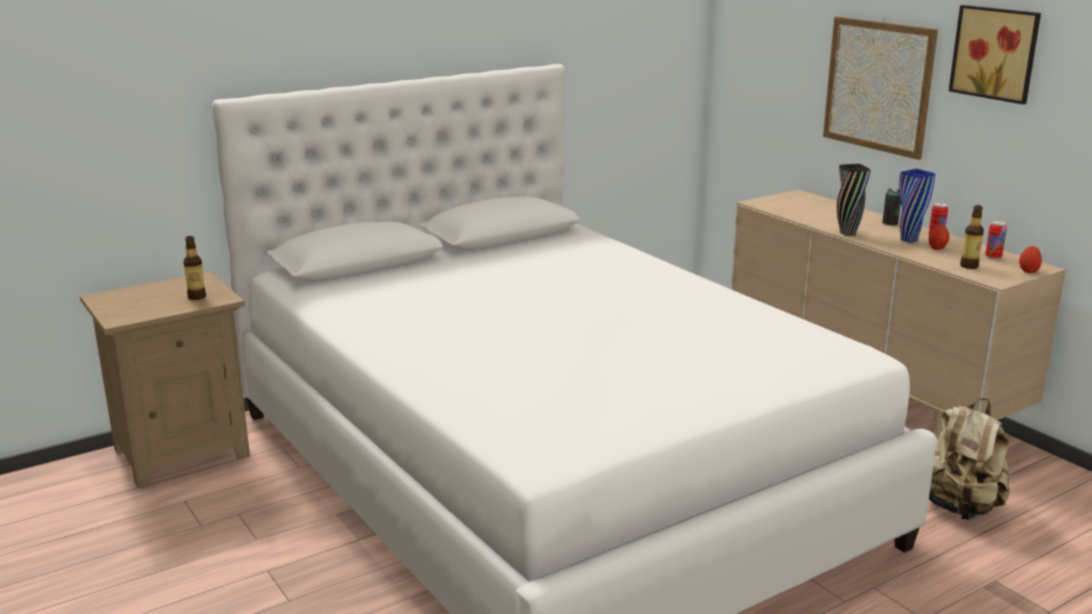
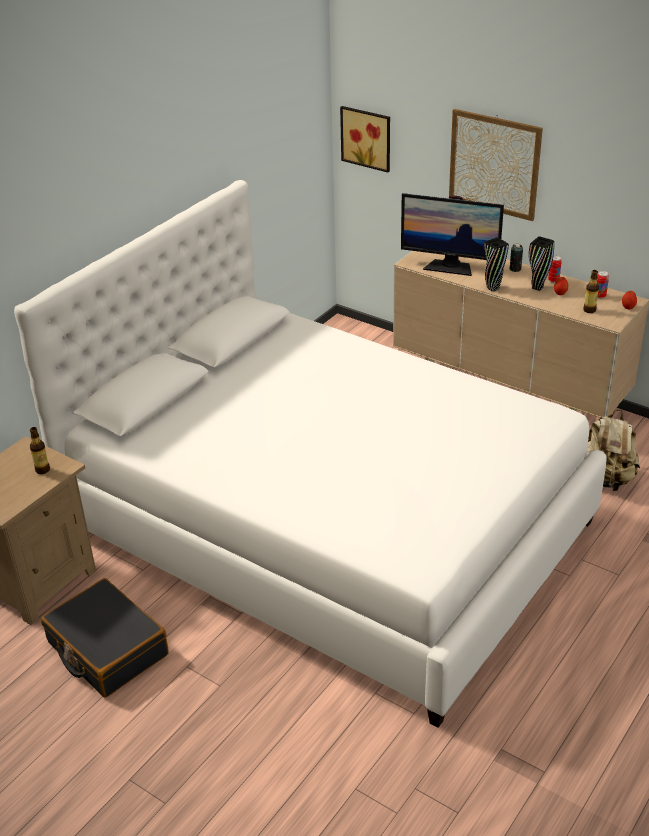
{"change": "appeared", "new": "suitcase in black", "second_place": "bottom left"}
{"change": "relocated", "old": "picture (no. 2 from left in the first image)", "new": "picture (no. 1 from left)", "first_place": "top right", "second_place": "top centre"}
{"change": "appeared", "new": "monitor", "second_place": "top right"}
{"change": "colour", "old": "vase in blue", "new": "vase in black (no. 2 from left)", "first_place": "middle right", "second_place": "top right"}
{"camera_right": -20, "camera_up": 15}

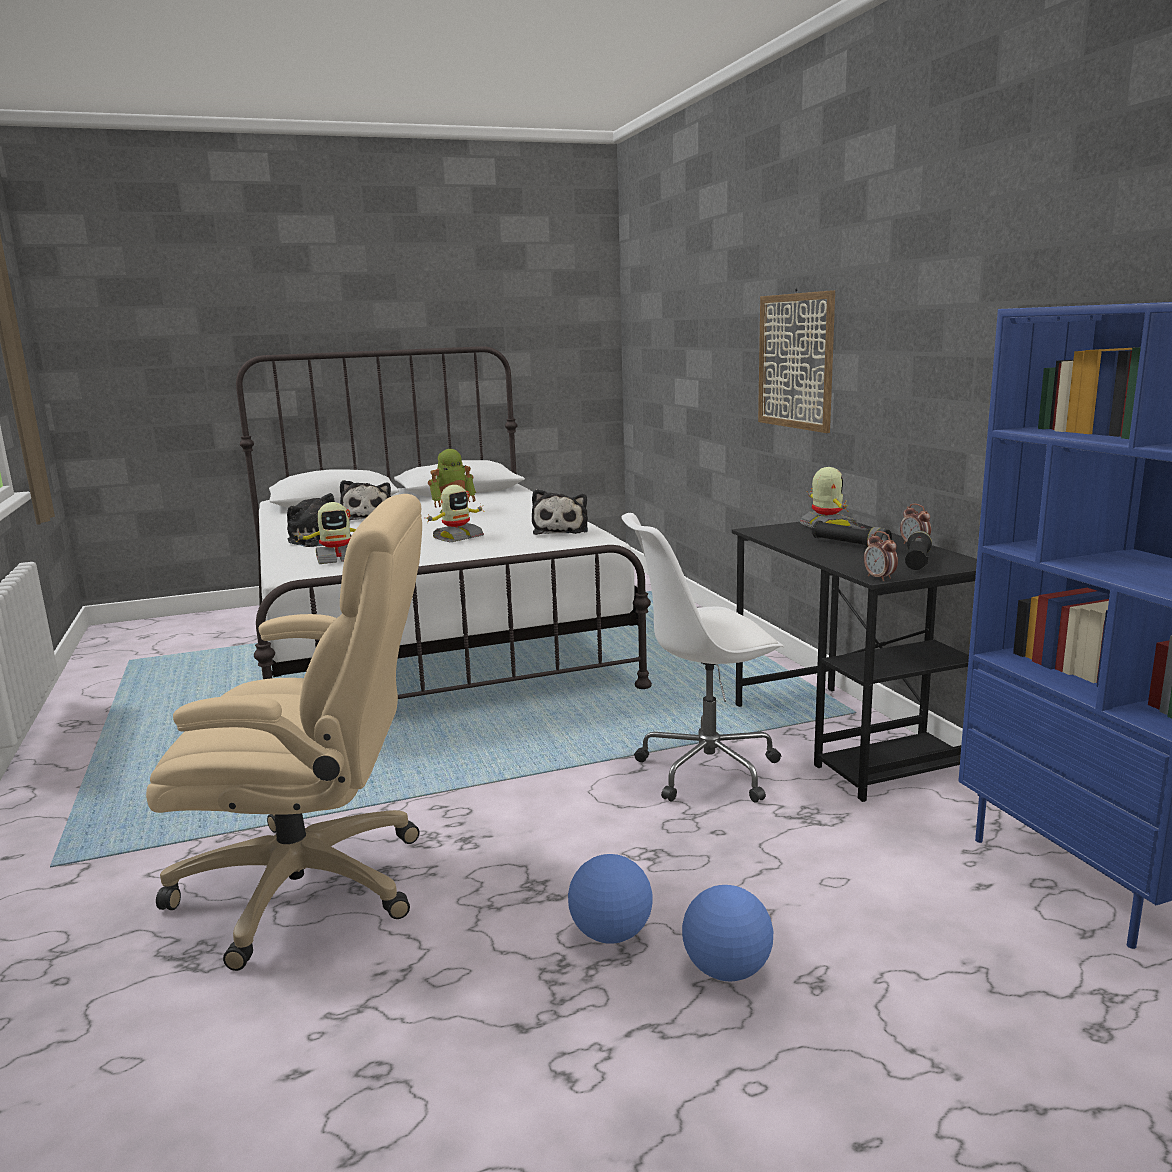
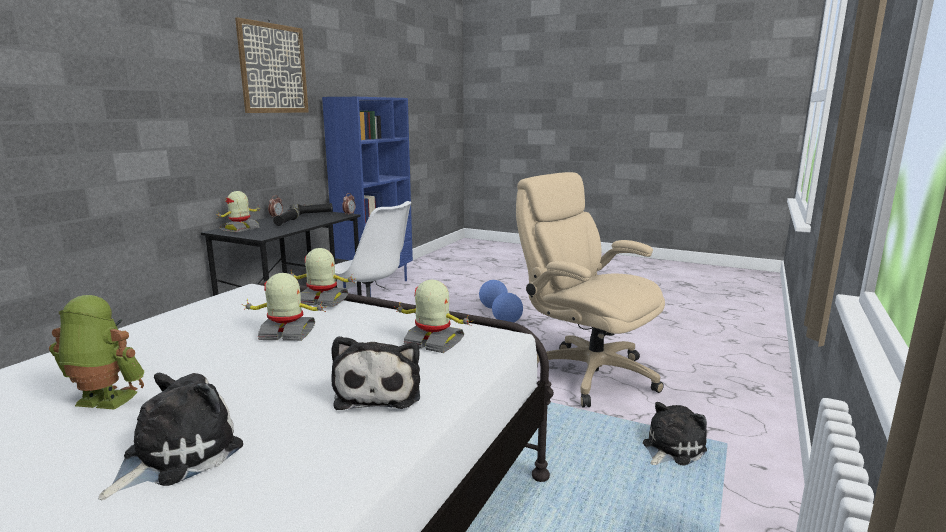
{"change": "relocated", "old": "picture", "first_place": "top right", "second_place": "top left"}
{"change": "appeared", "new": "toy robot (no. 4 from left)", "second_place": "centre"}
{"change": "relocated", "old": "plush toy (no. 3 from left)", "first_place": "centre", "second_place": "bottom right"}
{"camera_right": -135, "camera_up": 0}

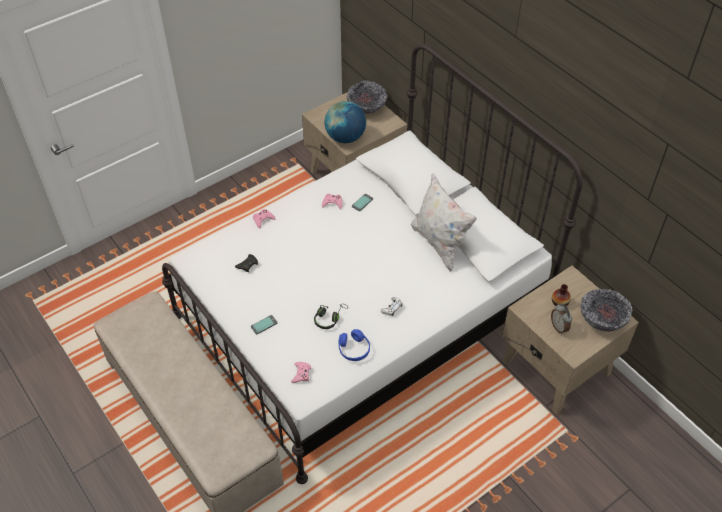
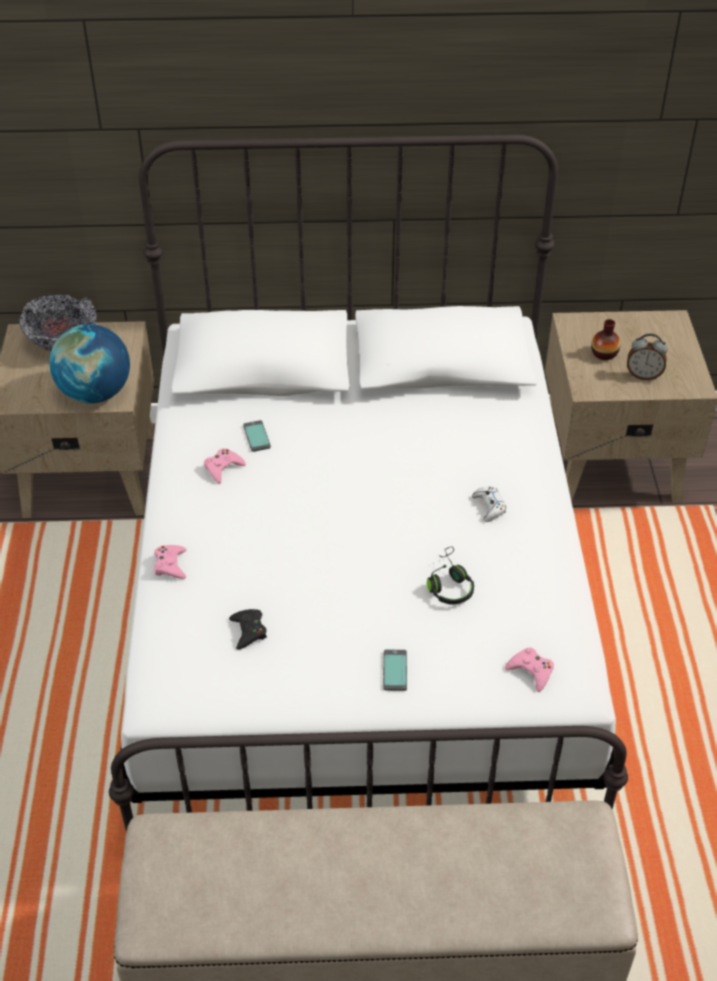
{"change": "missing", "old": "headphones in blue", "first_place": "bottom centre"}
{"change": "missing", "old": "pillow in white", "first_place": "centre"}
{"change": "missing", "old": "bowl (no. 2 from left)", "first_place": "middle right"}
{"camera_right": -55, "camera_up": -5}

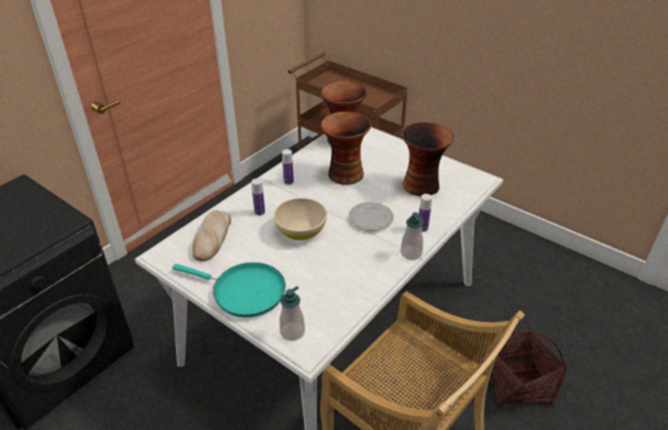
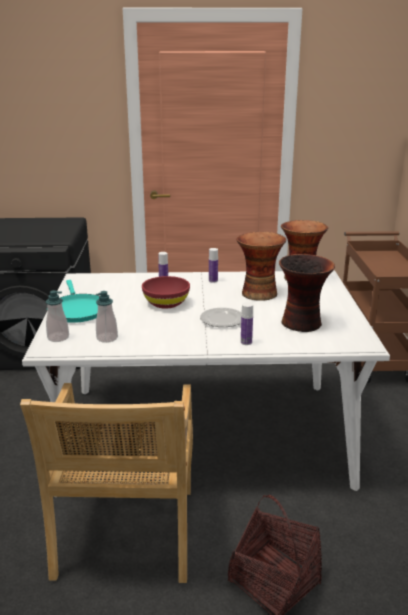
{"change": "relocated", "old": "soap dispenser (no. 2 from left)", "first_place": "centre", "second_place": "middle left"}
{"change": "colour", "old": "bowl in beige", "new": "bowl in red", "first_place": "centre", "second_place": "centre"}
{"change": "missing", "old": "bread", "first_place": "middle left"}
{"camera_right": 50, "camera_up": -15}

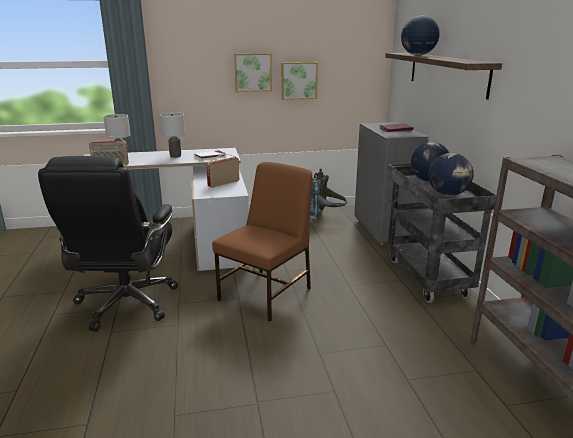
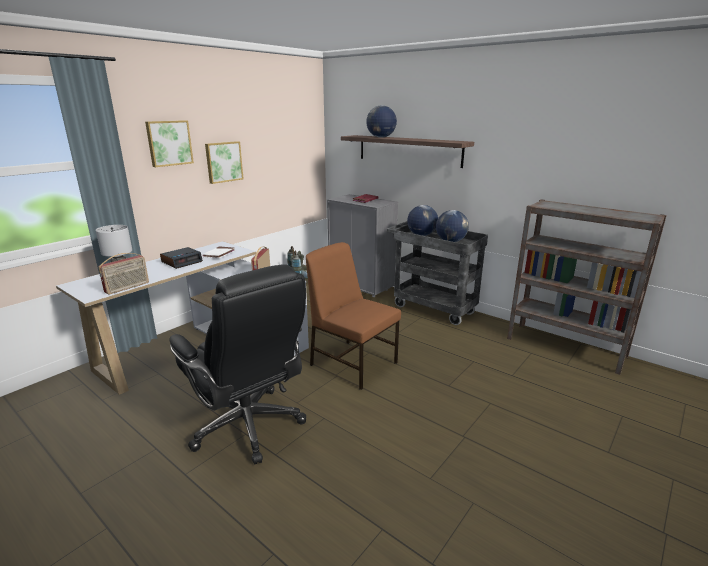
{"change": "relocated", "old": "picture (no. 2 from left in the first image)", "new": "picture (no. 1 from left)", "first_place": "top centre", "second_place": "top left"}
{"change": "exchanged", "old": "table lamp in white (no. 2 from left)", "new": "alarm clock", "first_place": "top left", "second_place": "middle left"}
{"change": "spun", "old": "chair in brown", "first_place": "centre", "second_place": "centre", "degrees": -45}
{"camera_right": -40, "camera_up": 0}

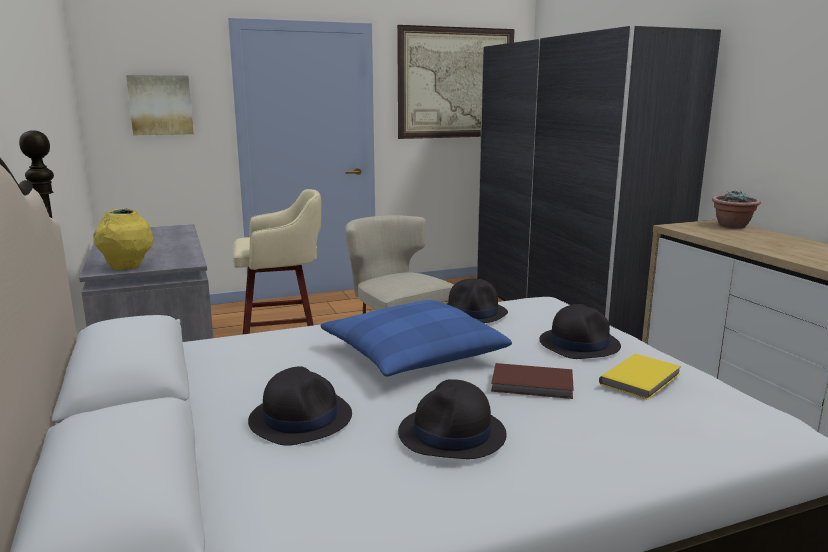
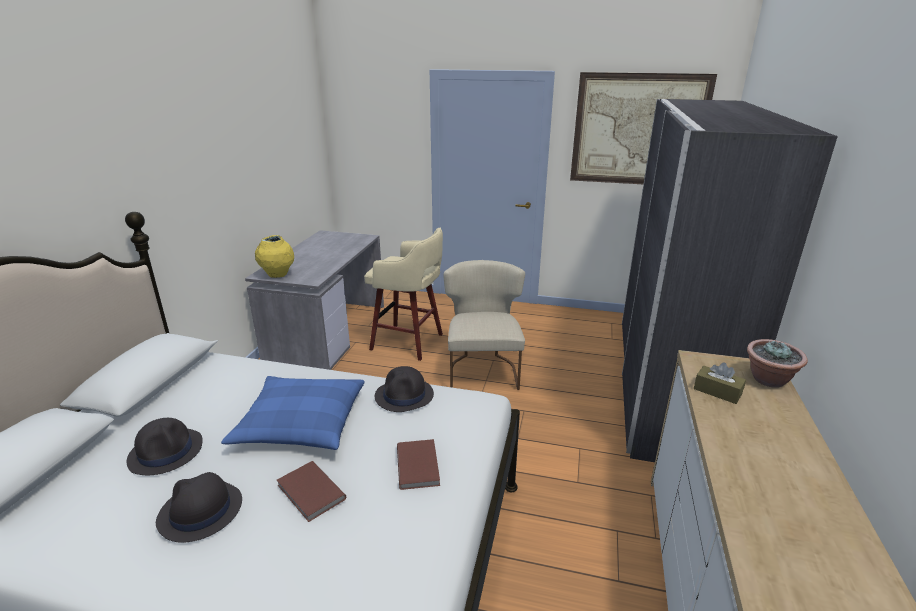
{"change": "exchanged", "old": "hat in black (no. 4 from left)", "new": "book in brown (no. 2 from left)", "first_place": "middle right", "second_place": "bottom centre"}
{"change": "appeared", "new": "tissue box in brown", "second_place": "middle right"}
{"change": "missing", "old": "picture (no. 1 from left)", "first_place": "top left"}
{"change": "missing", "old": "book in yellow", "first_place": "bottom right"}
{"camera_right": 35, "camera_up": 10}

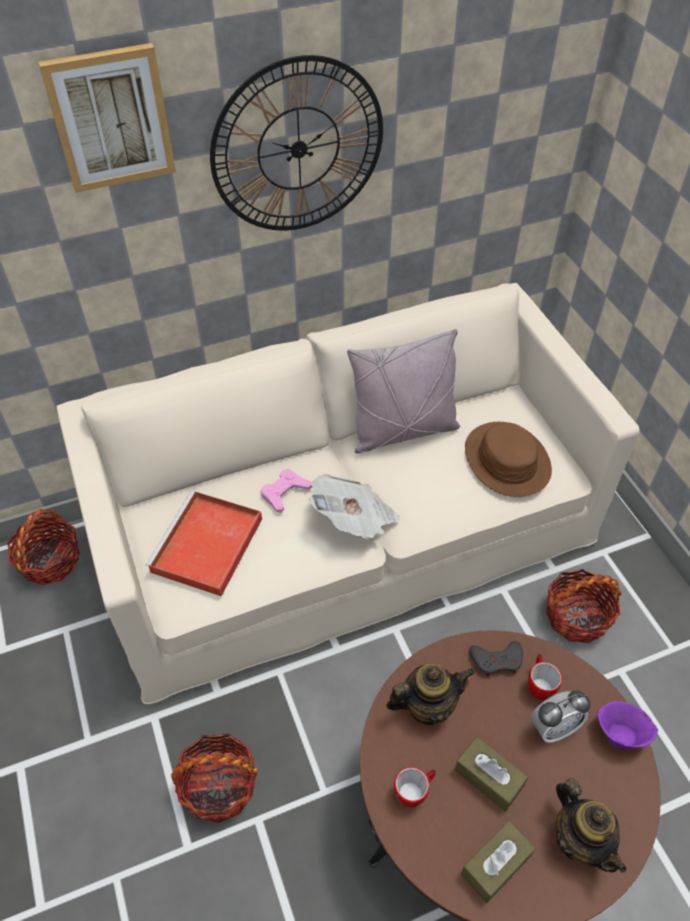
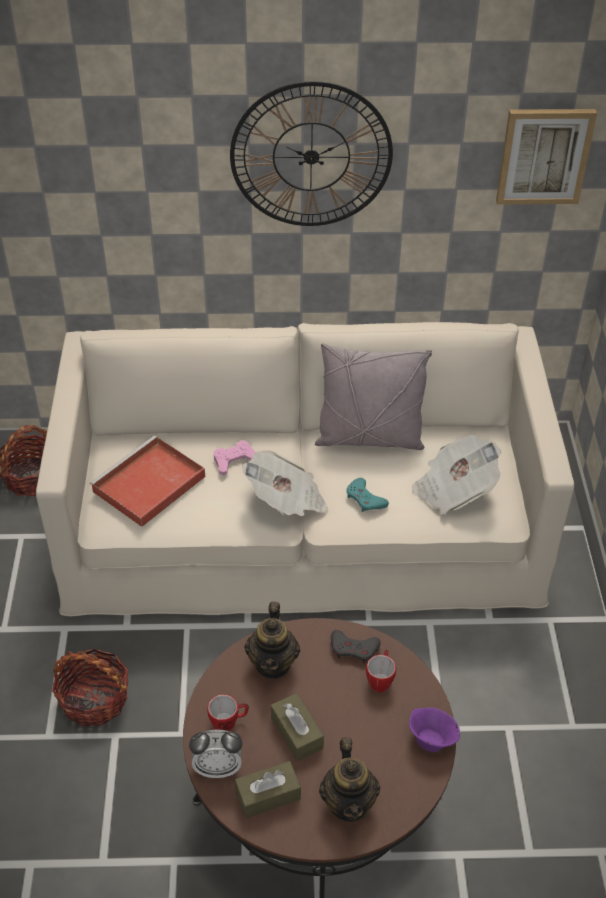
{"change": "relocated", "old": "alarm clock", "first_place": "bottom right", "second_place": "bottom centre"}
{"change": "spun", "old": "teapot (no. 1 from left)", "first_place": "bottom centre", "second_place": "bottom centre", "degrees": 90}
{"change": "appeared", "new": "game controller in turquoise", "second_place": "centre"}
{"change": "exchanged", "old": "hat in brown", "new": "newspaper (no. 2 from left)", "first_place": "middle right", "second_place": "middle right"}
{"change": "relocated", "old": "picture", "first_place": "top left", "second_place": "top right"}
{"change": "missing", "old": "basket (no. 3 from left)", "first_place": "middle right"}
{"camera_right": 20, "camera_up": -5}

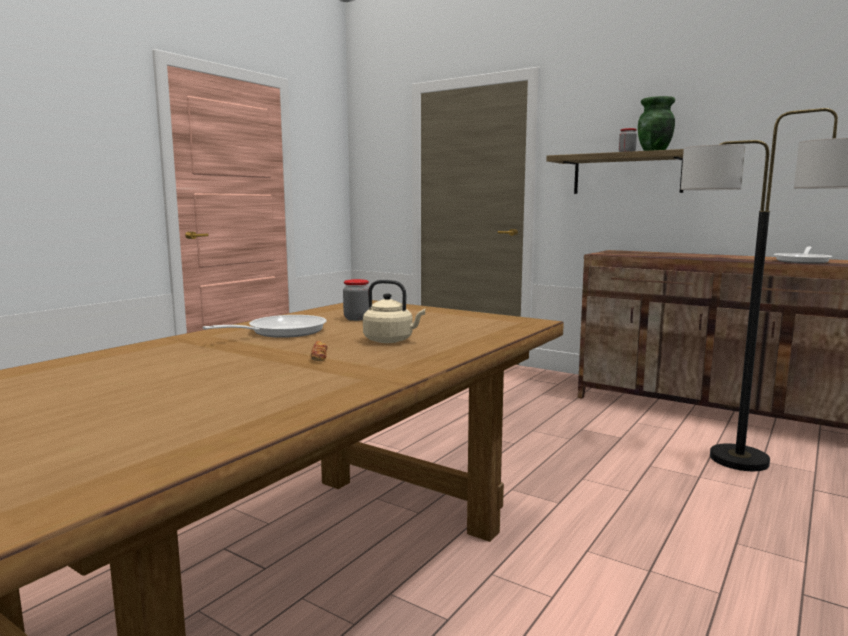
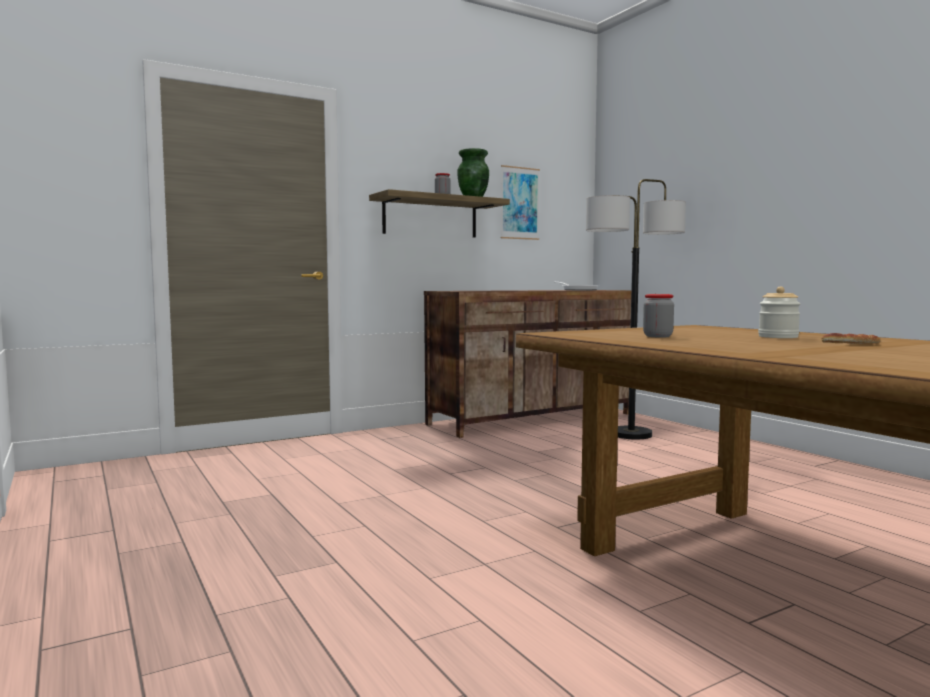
{"change": "appeared", "new": "picture", "second_place": "top centre"}
{"change": "exchanged", "old": "kettle in beige", "new": "jar (no. 3 from left)", "first_place": "centre", "second_place": "middle right"}
{"change": "missing", "old": "frying pan (no. 1 from left)", "first_place": "middle left"}
{"camera_right": -65, "camera_up": -5}

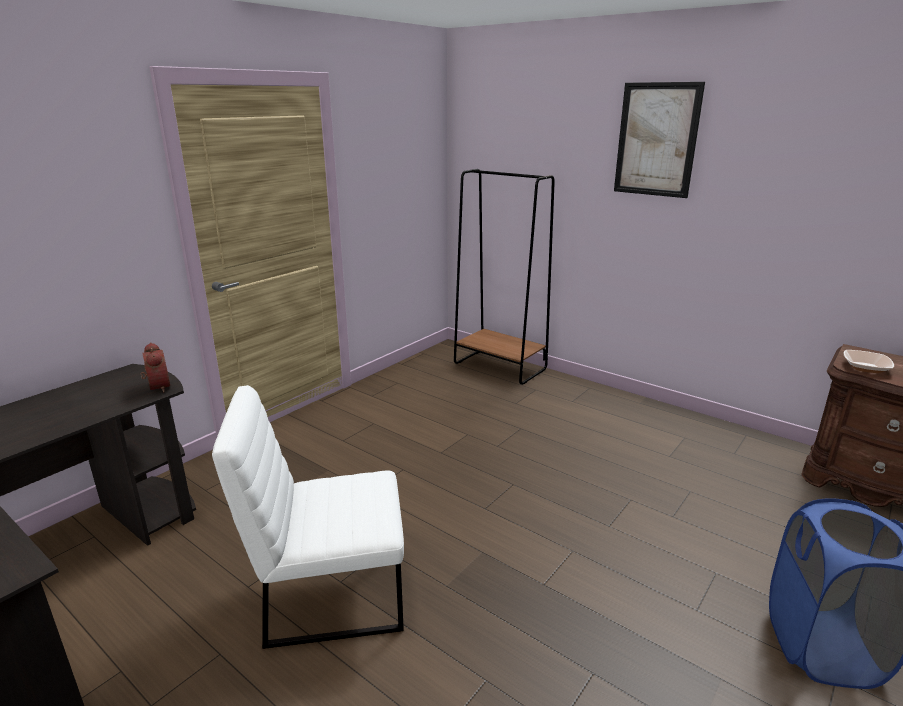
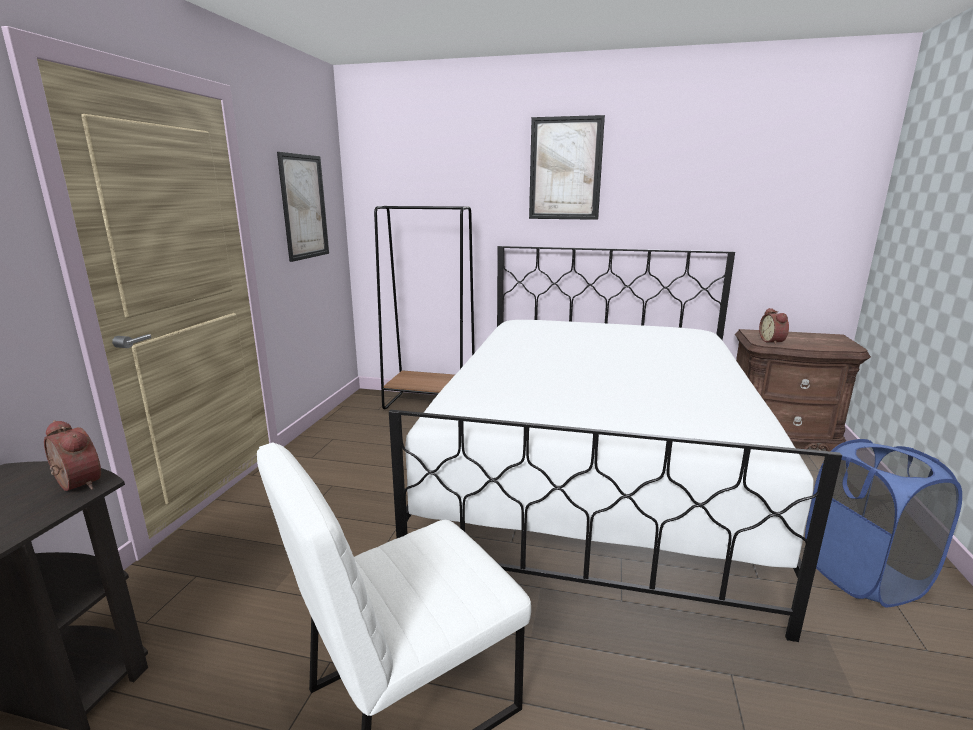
{"change": "appeared", "new": "picture (no. 1 from left)", "second_place": "top left"}
{"change": "appeared", "new": "bed in white", "second_place": "centre"}
{"change": "exchanged", "old": "bowl", "new": "alarm clock (no. 2 from left)", "first_place": "middle right", "second_place": "middle right"}
{"camera_right": -25, "camera_up": -5}

